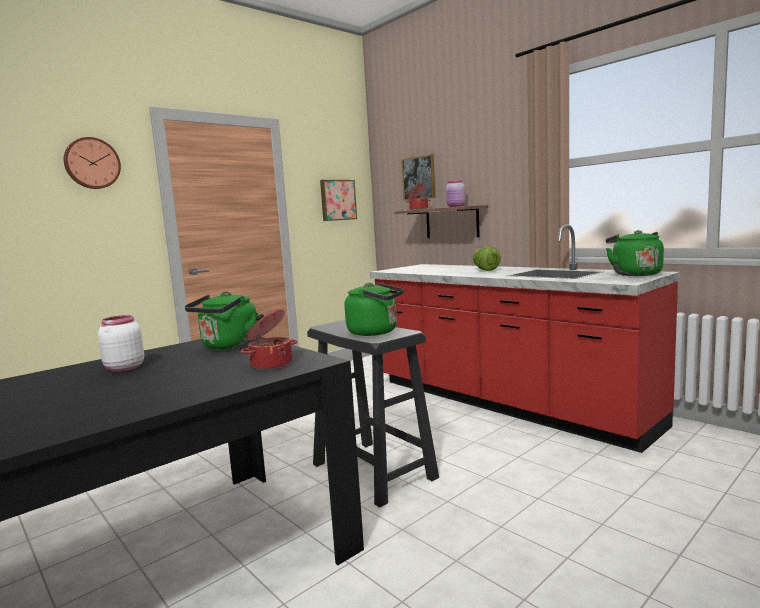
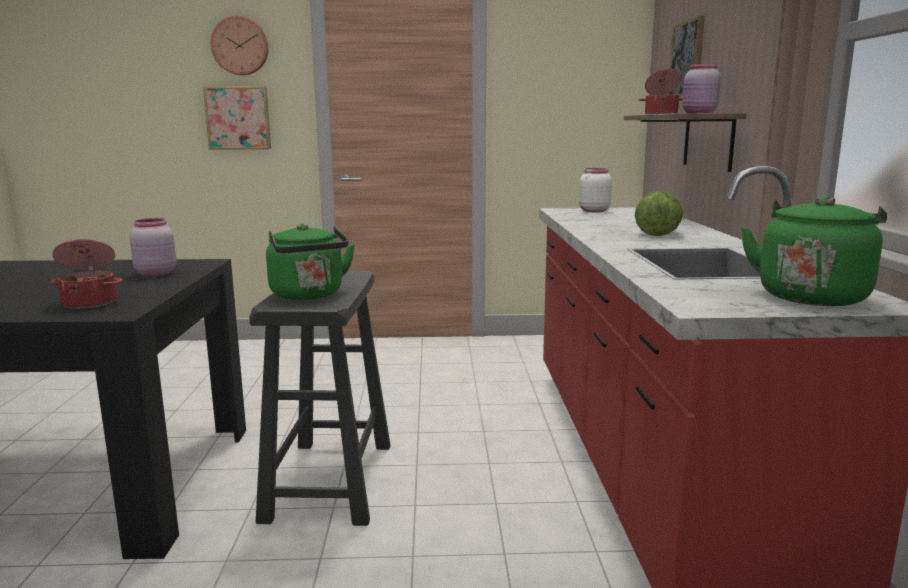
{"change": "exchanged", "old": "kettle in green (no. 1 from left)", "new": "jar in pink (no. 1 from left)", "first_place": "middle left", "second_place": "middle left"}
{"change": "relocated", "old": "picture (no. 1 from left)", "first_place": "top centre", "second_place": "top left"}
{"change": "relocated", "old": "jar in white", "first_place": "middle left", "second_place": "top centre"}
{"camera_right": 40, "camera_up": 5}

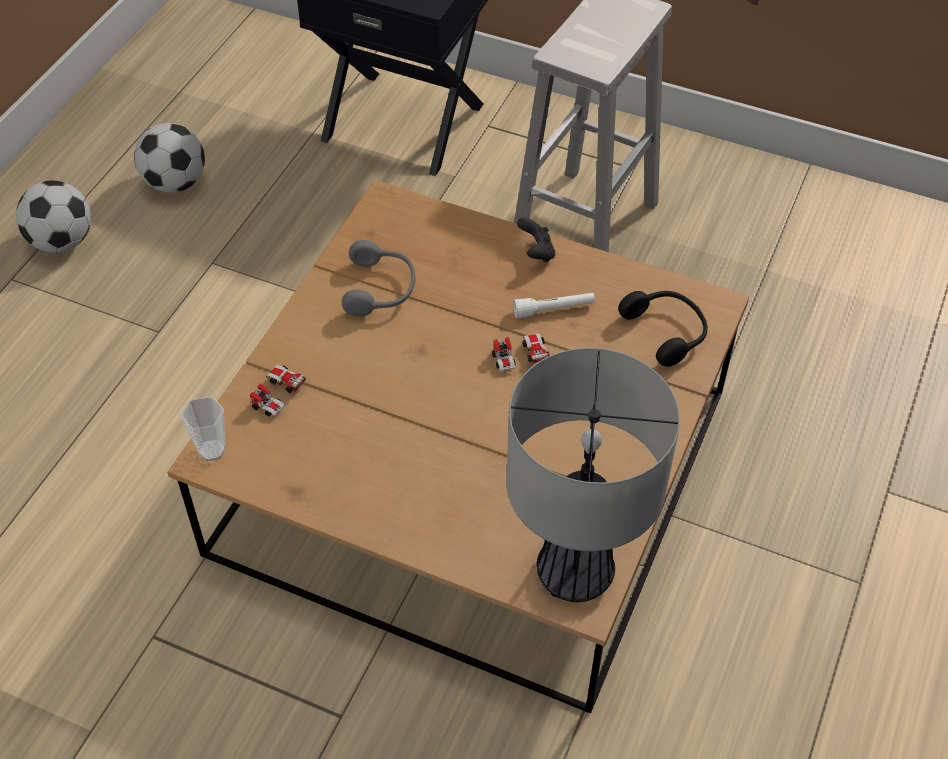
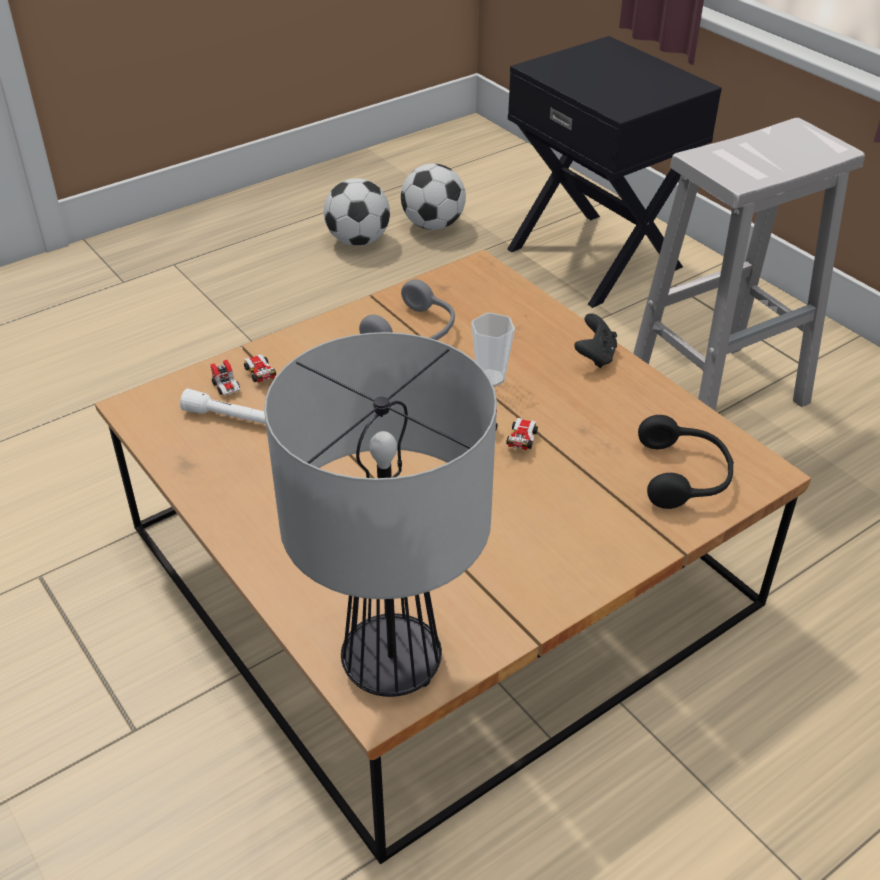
{"change": "relocated", "old": "flashlight in white", "first_place": "centre", "second_place": "middle left"}
{"change": "relocated", "old": "football (no. 1 from left in the first image)", "new": "football (no. 2 from left)", "first_place": "top left", "second_place": "top centre"}
{"change": "relocated", "old": "cup", "first_place": "middle left", "second_place": "centre"}
{"camera_right": 30, "camera_up": -10}

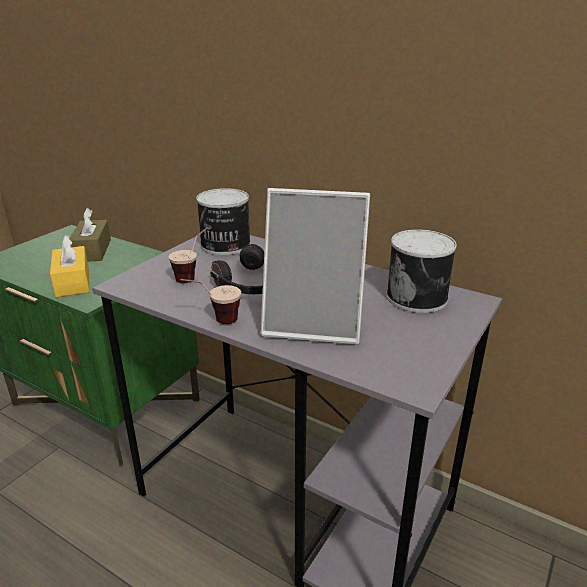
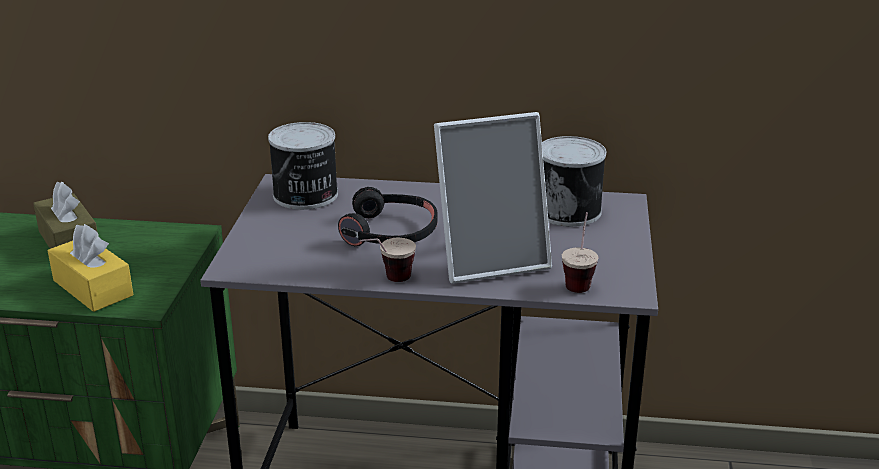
{"change": "relocated", "old": "cup (no. 1 from left in the first image)", "new": "cup (no. 2 from left)", "first_place": "middle left", "second_place": "centre"}
{"camera_right": -25, "camera_up": 0}

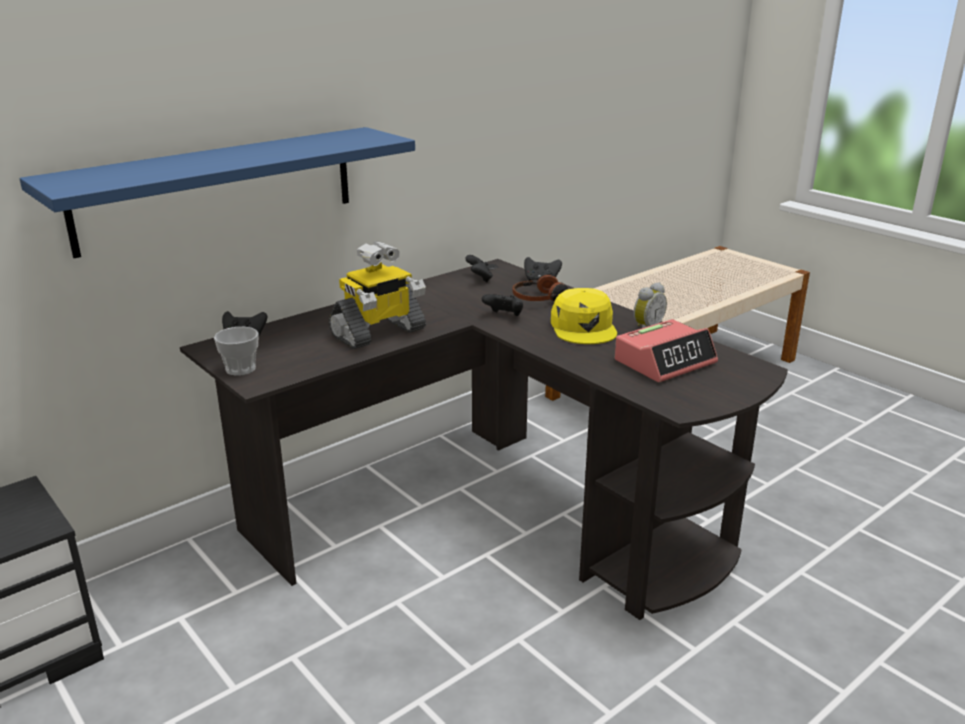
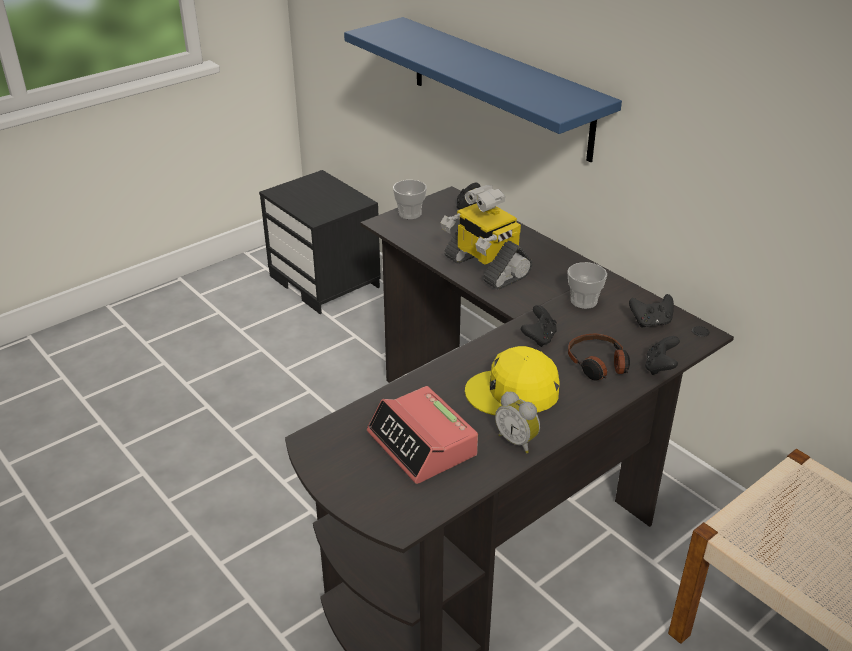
{"change": "appeared", "new": "cup (no. 2 from left)", "second_place": "middle right"}
{"camera_right": 90, "camera_up": 10}

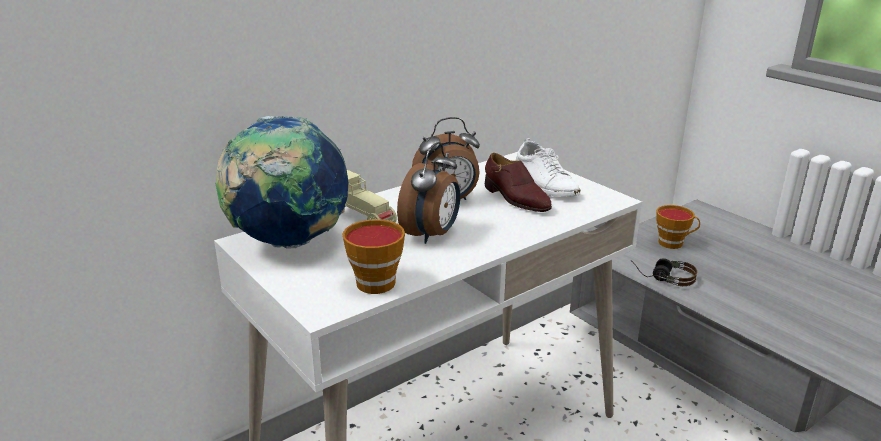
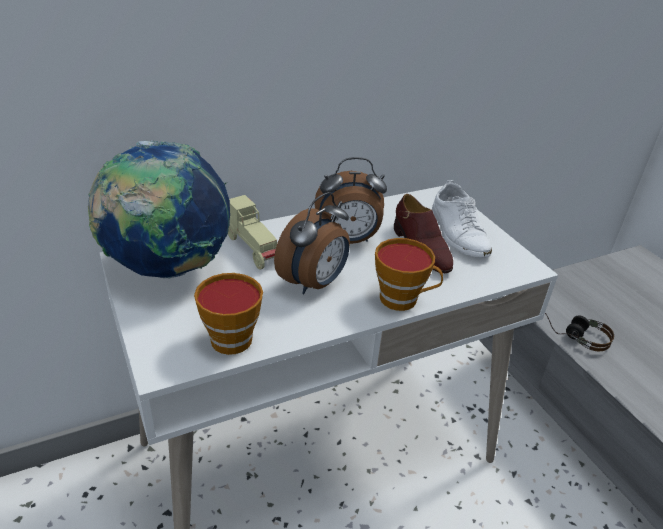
{"change": "relocated", "old": "cup (no. 2 from left)", "first_place": "middle right", "second_place": "centre"}
{"camera_right": 10, "camera_up": 10}

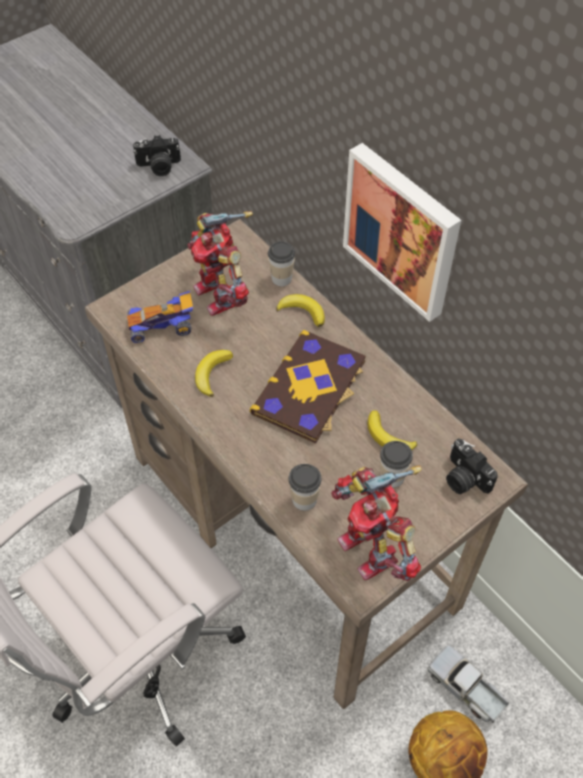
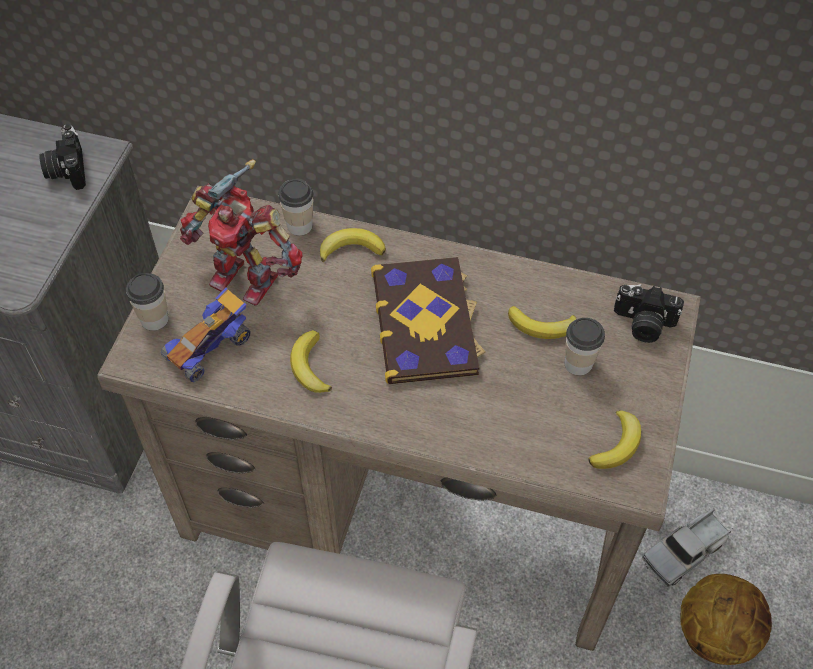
{"change": "spun", "old": "photo camera (no. 1 from left)", "first_place": "top left", "second_place": "top left", "degrees": 120}
{"change": "relocated", "old": "cup (no. 2 from left in the first image)", "new": "cup (no. 1 from left)", "first_place": "centre", "second_place": "middle left"}
{"change": "exchanged", "old": "toy robot (no. 2 from left)", "new": "banana (no. 4 from left)", "first_place": "bottom centre", "second_place": "middle right"}
{"change": "spun", "old": "toy truck", "first_place": "bottom right", "second_place": "bottom right", "degrees": -45}
{"change": "missing", "old": "picture", "first_place": "top right"}
{"camera_right": -35, "camera_up": 0}

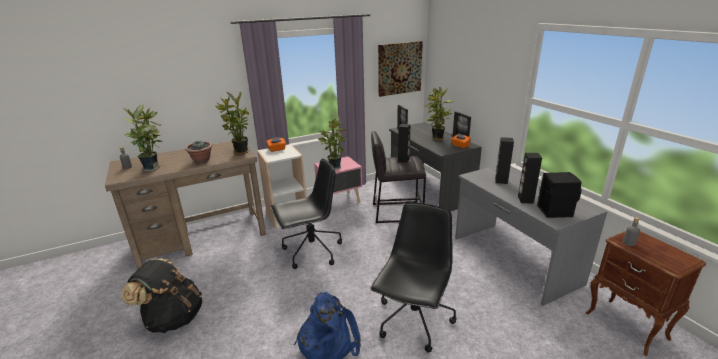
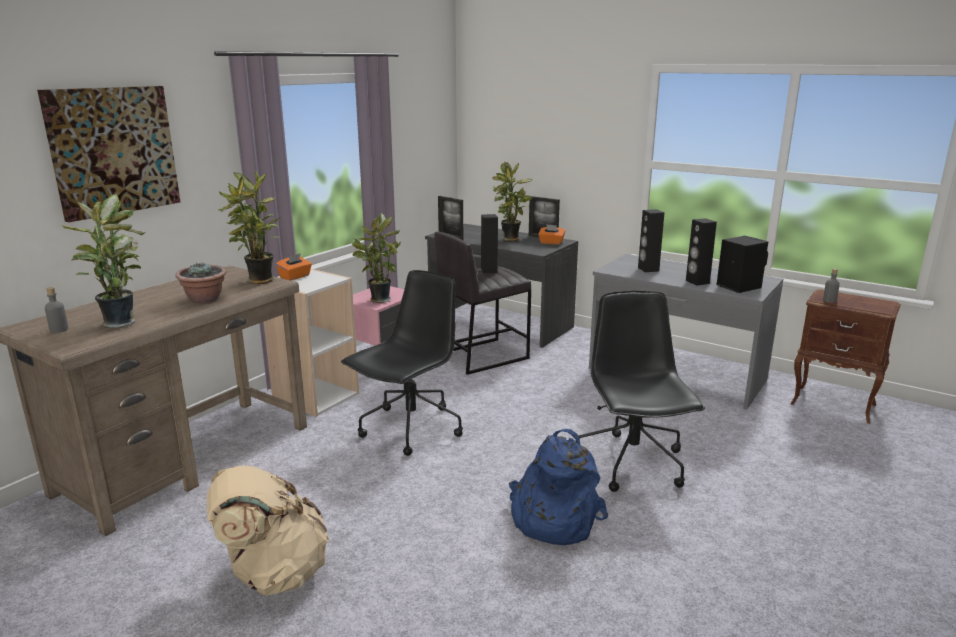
{"change": "relocated", "old": "picture", "first_place": "top centre", "second_place": "top left"}
{"change": "colour", "old": "backpack in black", "new": "backpack in beige", "first_place": "bottom left", "second_place": "bottom left"}
{"camera_right": -30, "camera_up": -5}

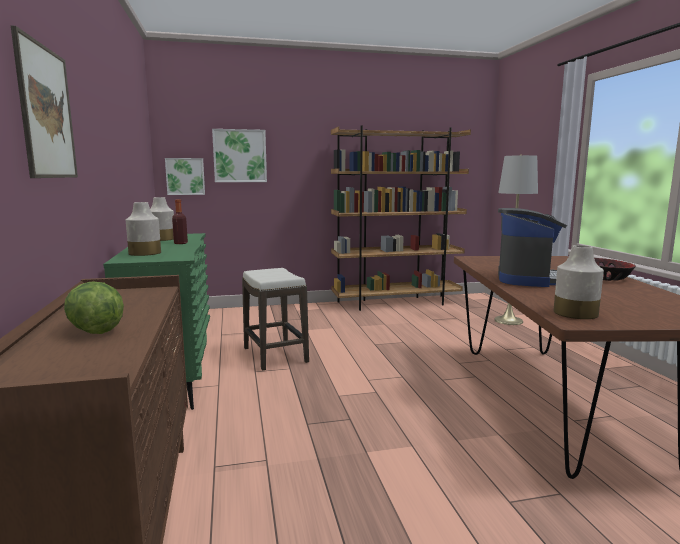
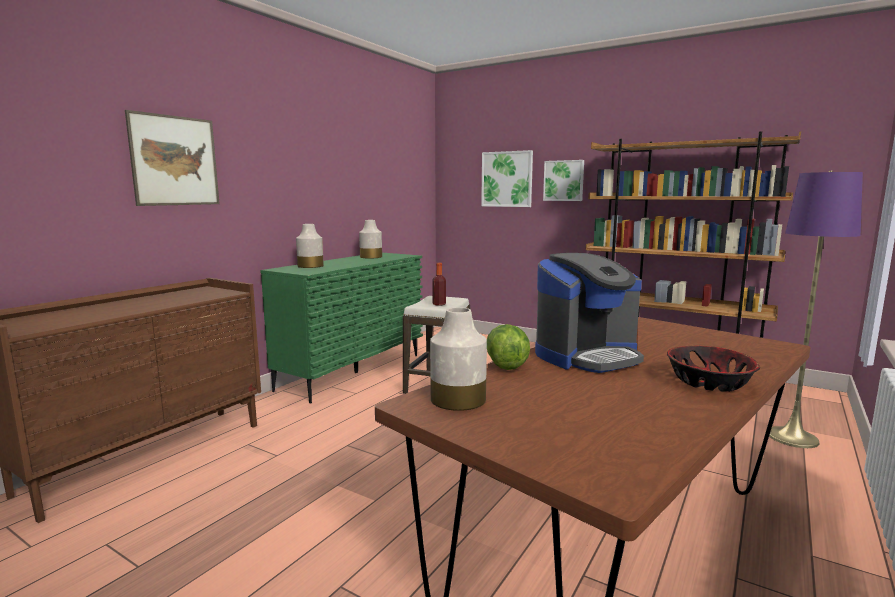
{"change": "relocated", "old": "bottle", "first_place": "middle left", "second_place": "centre"}
{"change": "relocated", "old": "lettuce", "first_place": "middle left", "second_place": "centre"}
{"change": "relocated", "old": "picture (no. 2 from left in the first image)", "new": "picture (no. 3 from left)", "first_place": "top left", "second_place": "top centre"}
{"change": "colour", "old": "floor lamp in grey", "new": "floor lamp in purple", "first_place": "middle right", "second_place": "middle right"}
{"camera_right": 45, "camera_up": 0}

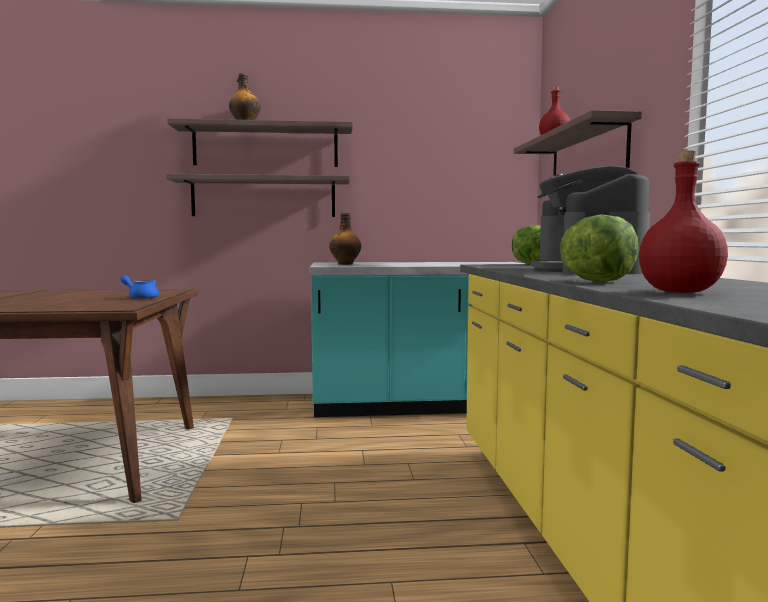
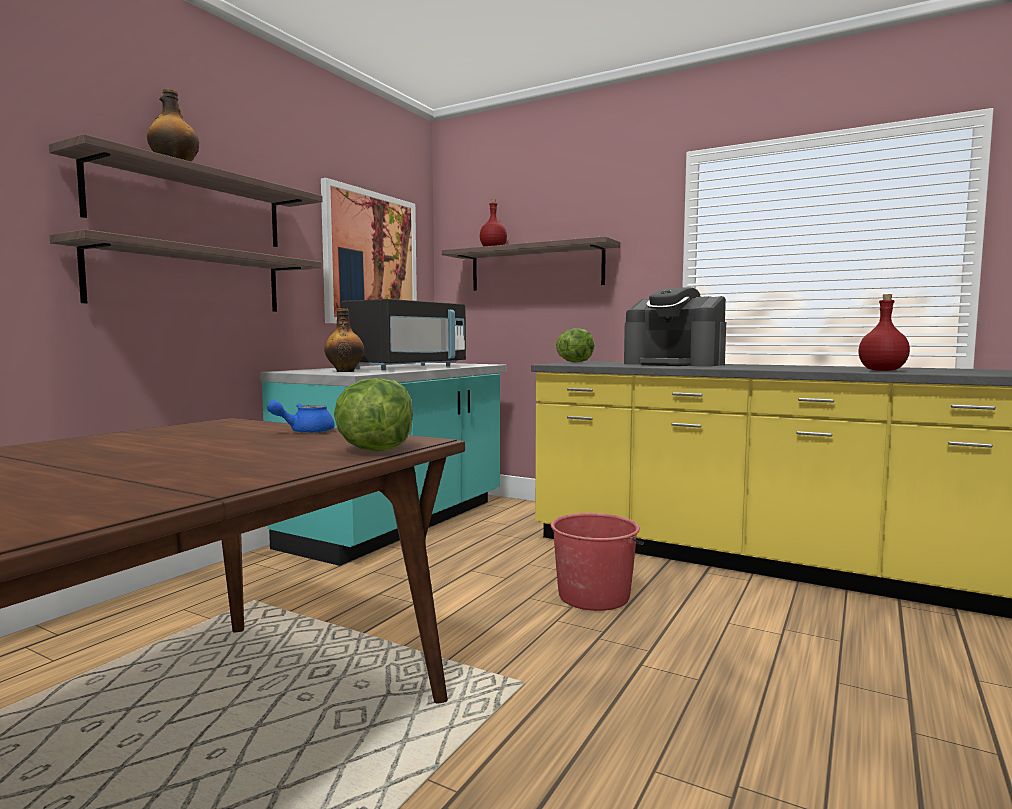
{"change": "appeared", "new": "picture", "second_place": "top centre"}
{"change": "relocated", "old": "lettuce (no. 2 from left in the first image)", "new": "lettuce (no. 1 from left)", "first_place": "middle right", "second_place": "centre"}
{"change": "appeared", "new": "microwave in black", "second_place": "centre"}
{"change": "appeared", "new": "bucket in red", "second_place": "bottom centre"}
{"camera_right": -55, "camera_up": 0}

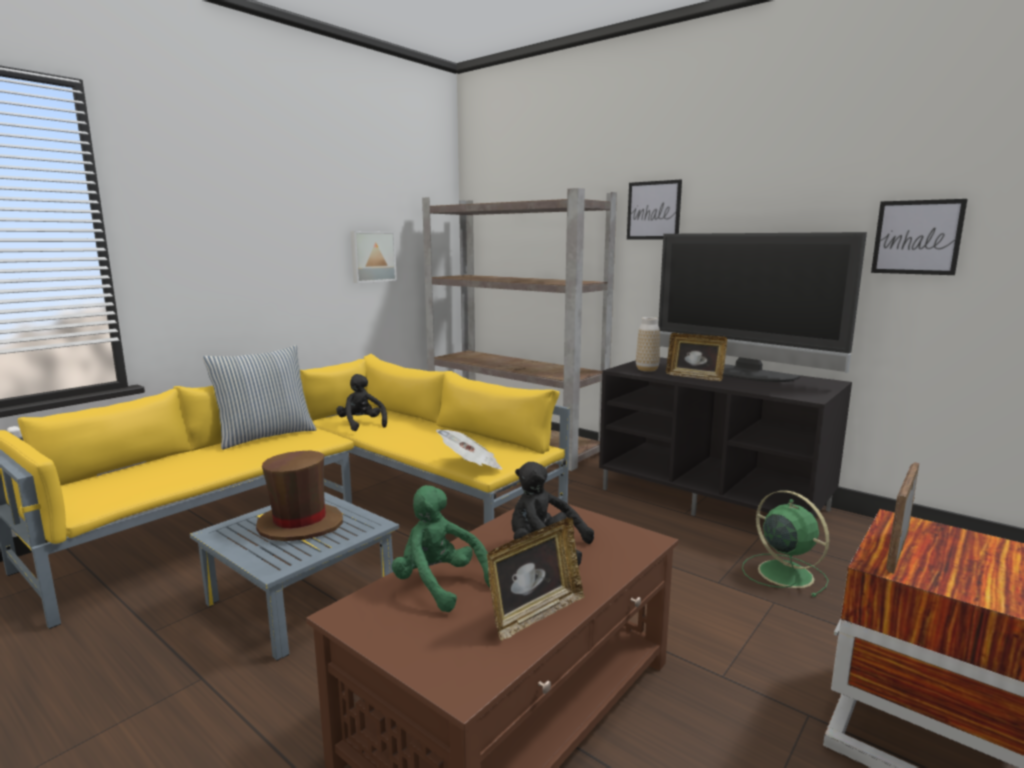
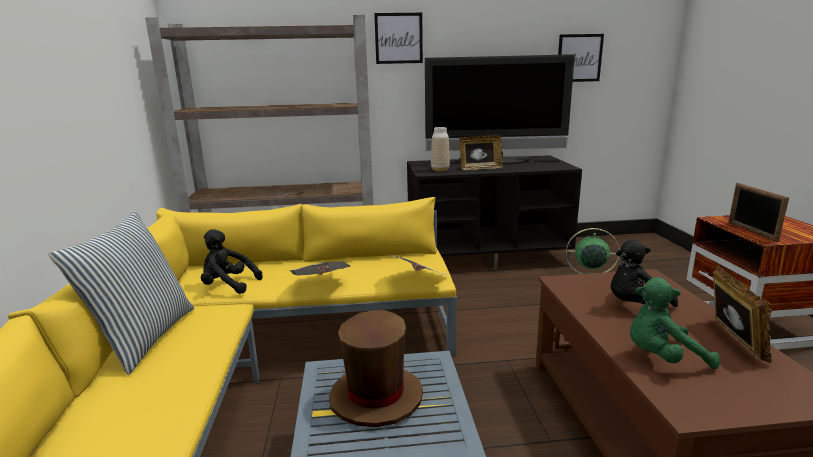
{"change": "appeared", "new": "newspaper (no. 1 from left)", "second_place": "centre"}
{"change": "missing", "old": "picture (no. 1 from left)", "first_place": "centre"}
{"camera_right": -45, "camera_up": 5}

